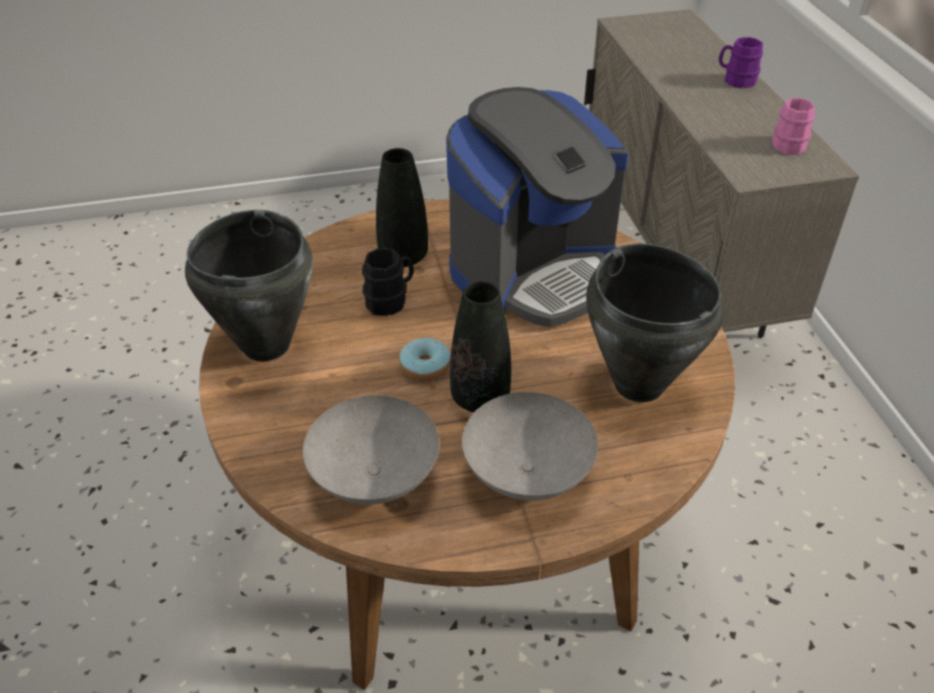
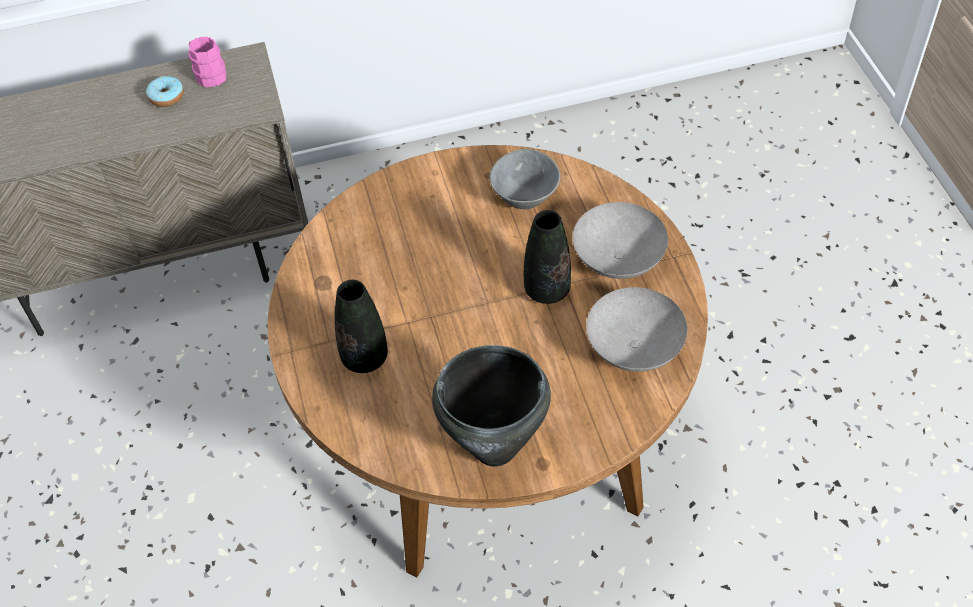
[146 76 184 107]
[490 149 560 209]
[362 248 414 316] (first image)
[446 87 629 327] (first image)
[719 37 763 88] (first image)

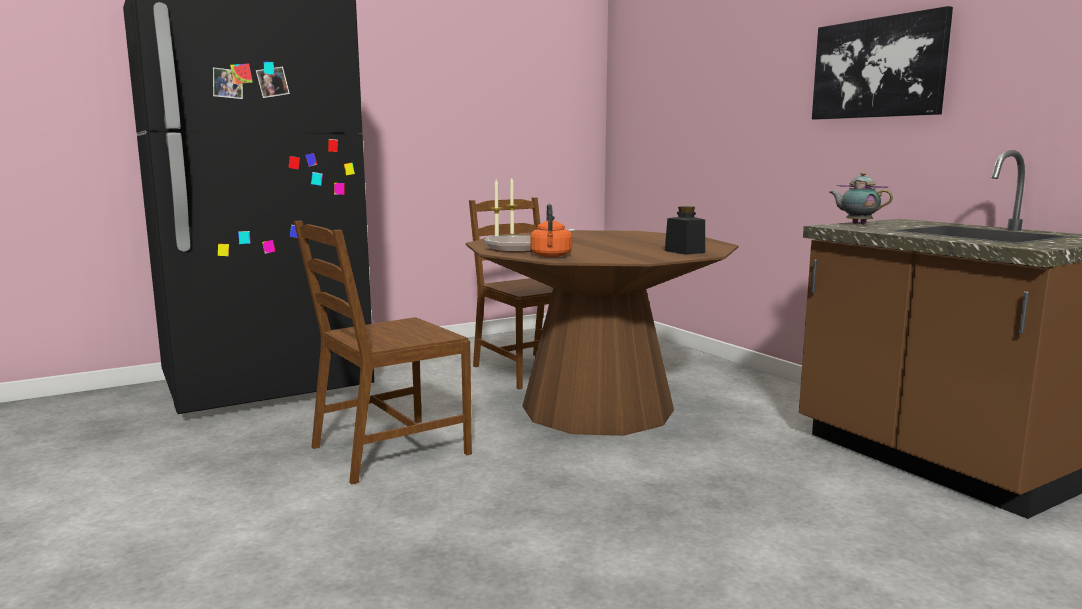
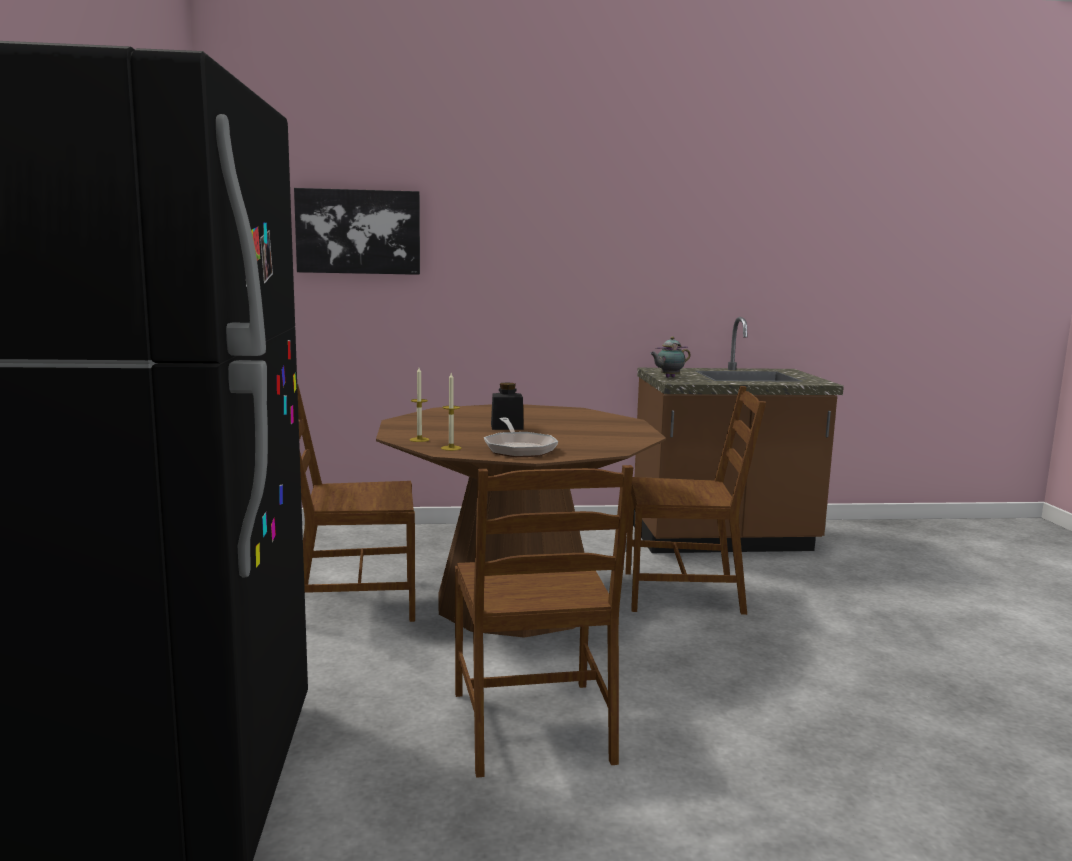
[294 188 420 275]
[491 383 524 430]
[625 386 766 615]
[530 204 572 257] (first image)

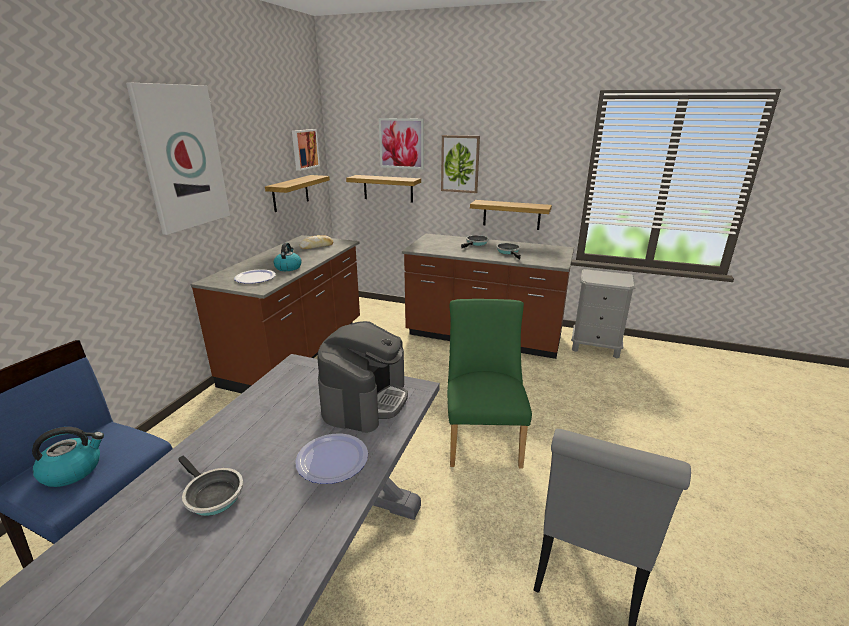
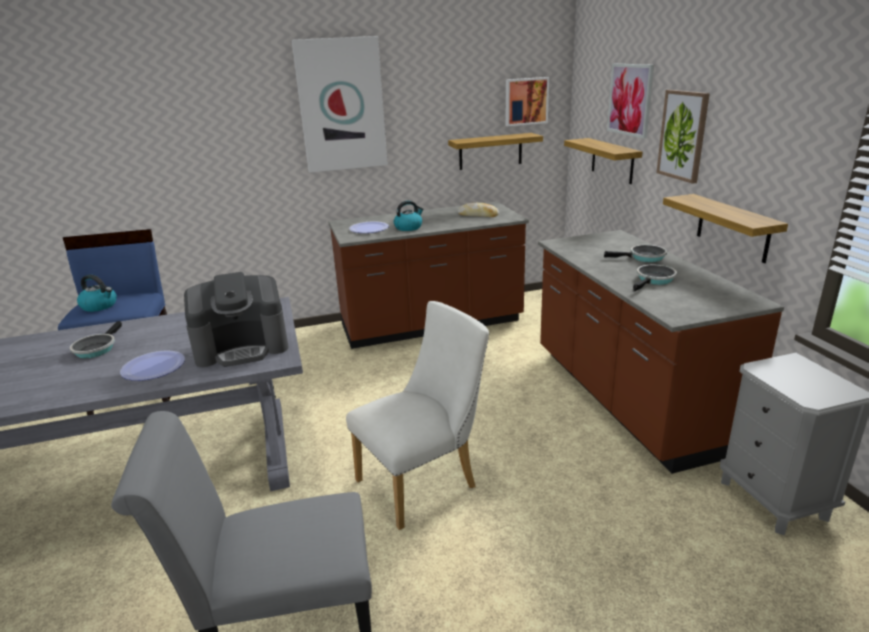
[346 301 489 530]

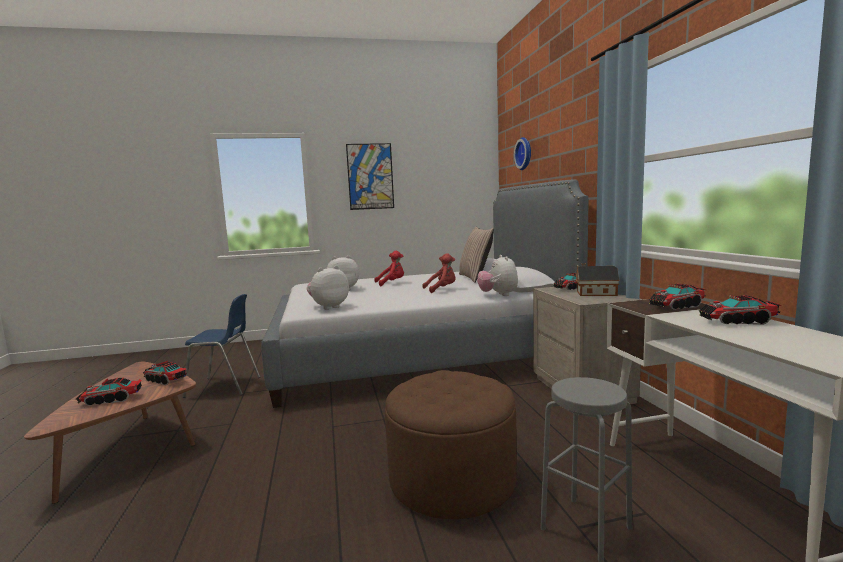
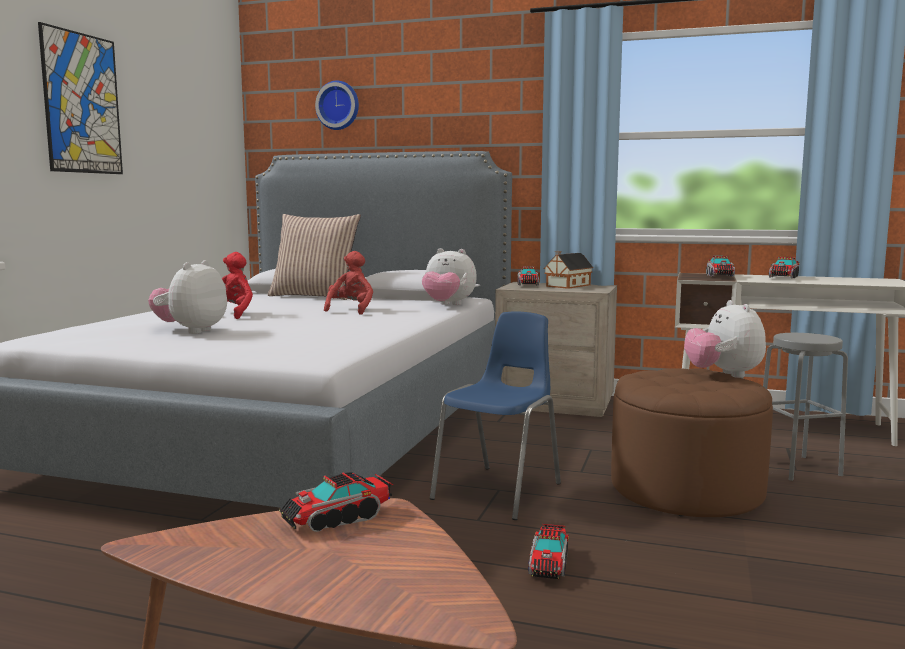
[430 311 561 520]
[528 524 569 579]
[684 300 766 378]

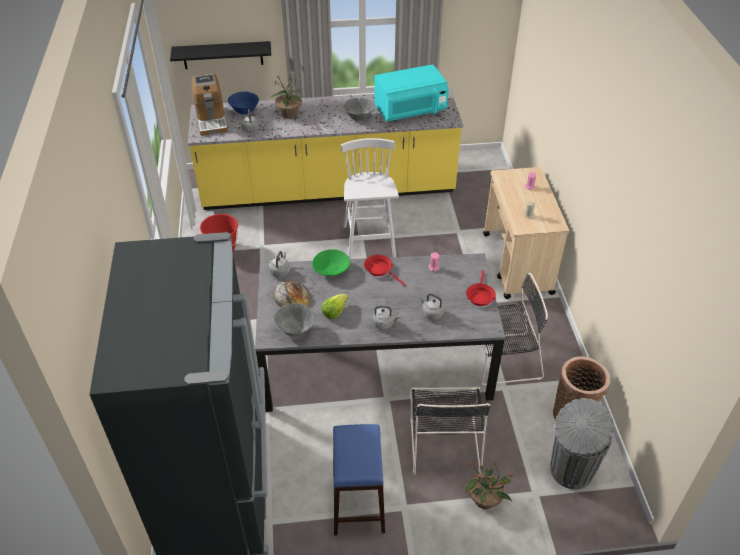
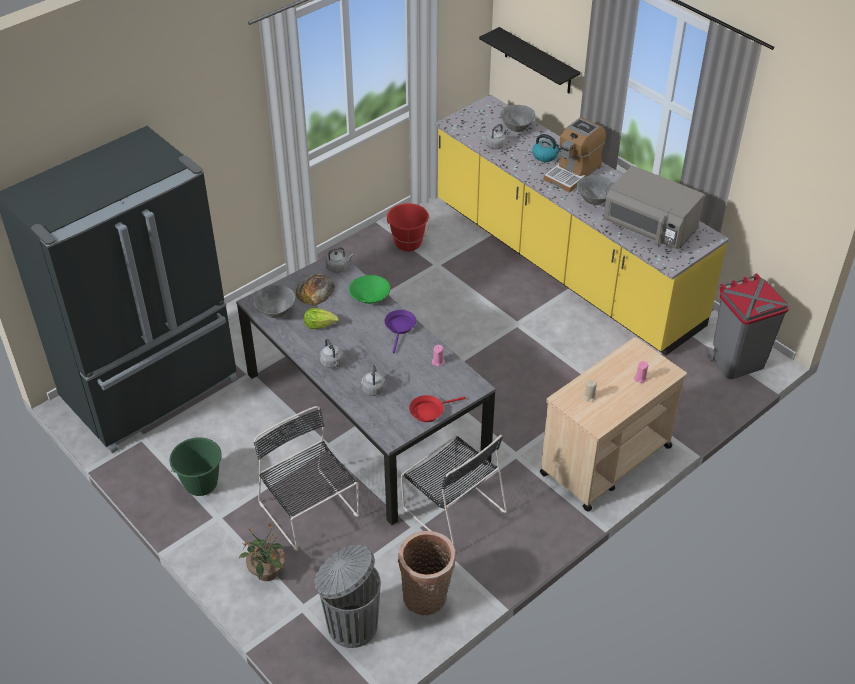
[169 437 222 496]
[254 406 359 551]
[384 310 416 353]
[500 105 536 132]
[532 134 561 162]
[543 117 606 193]
[604 165 705 250]
[705 273 789 379]
[341 138 399 259] (first image)

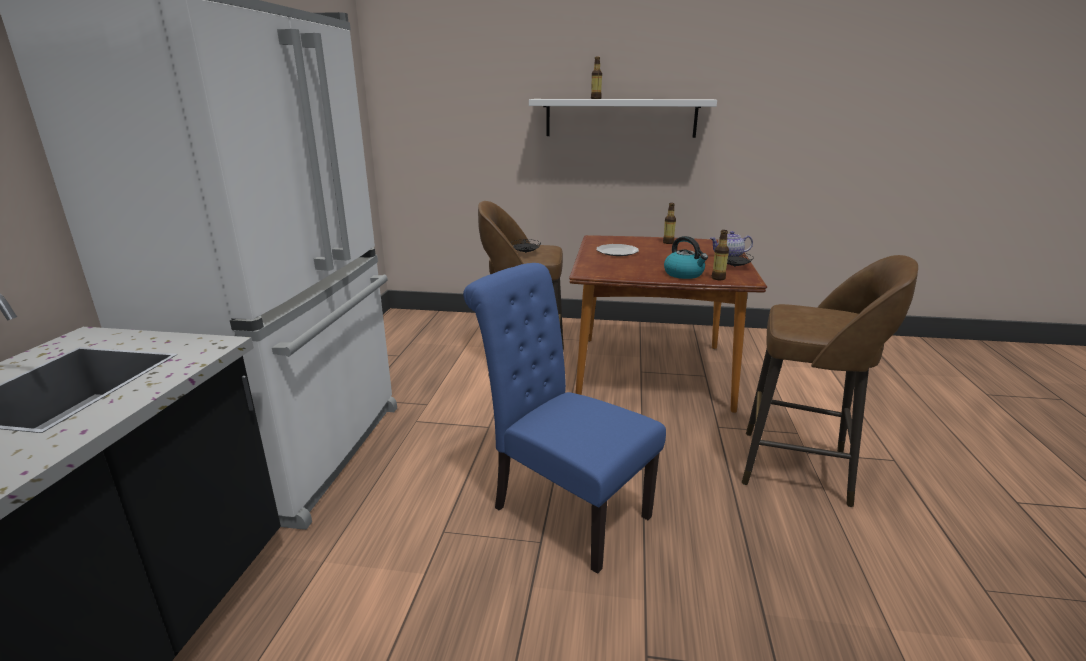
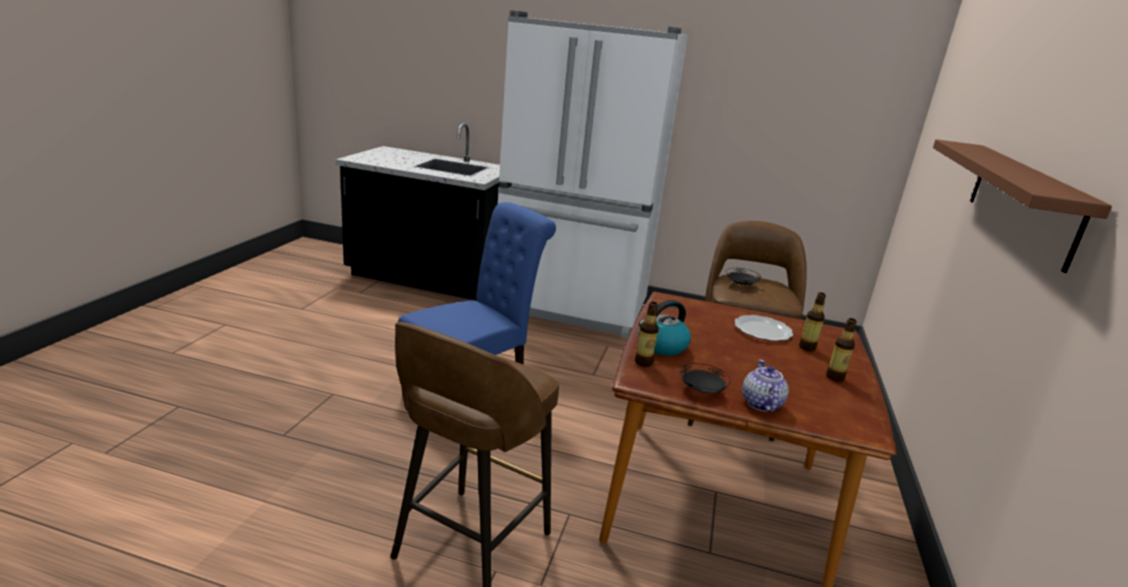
[799 292 826 351]
[933 139 1112 273]

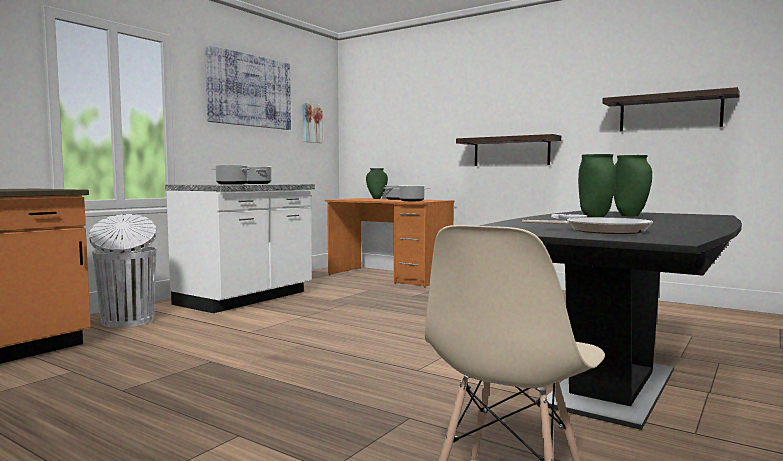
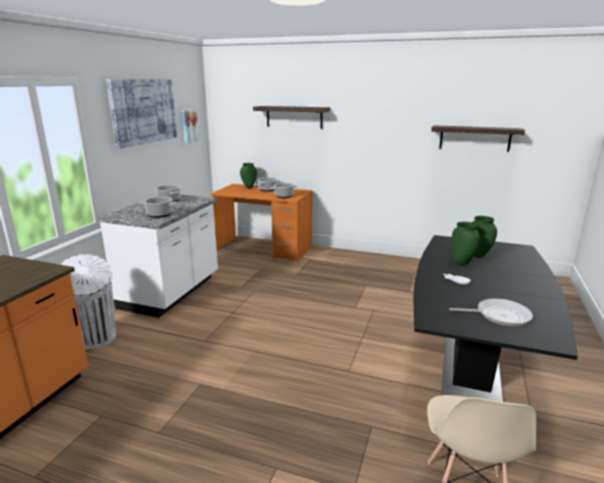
[253 106 330 129]

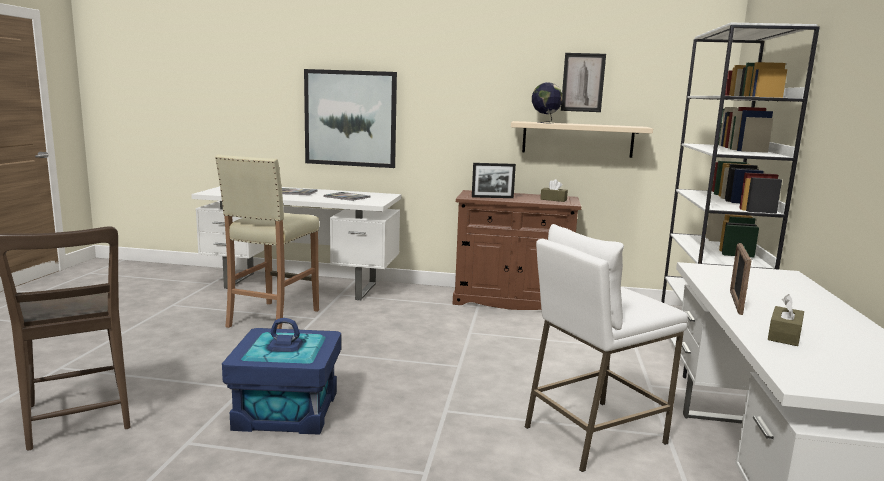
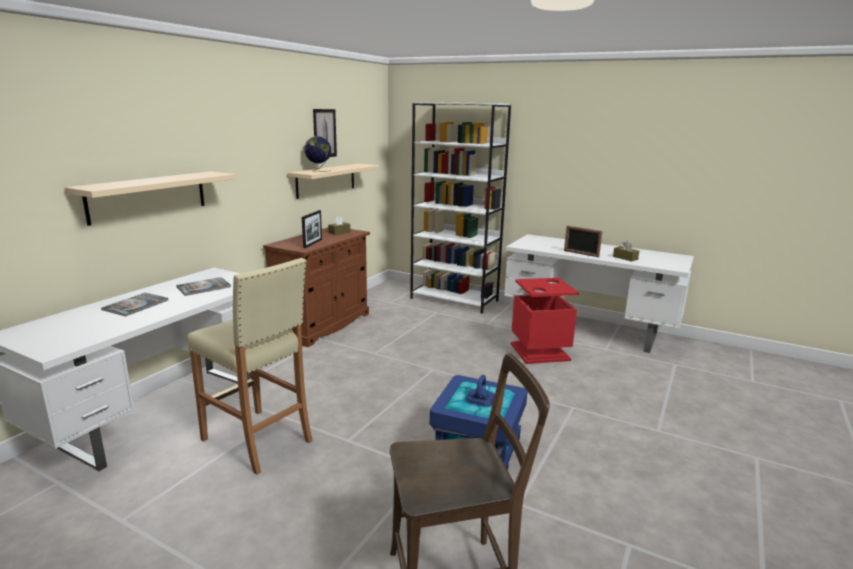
[65 171 236 226]
[511 278 579 364]

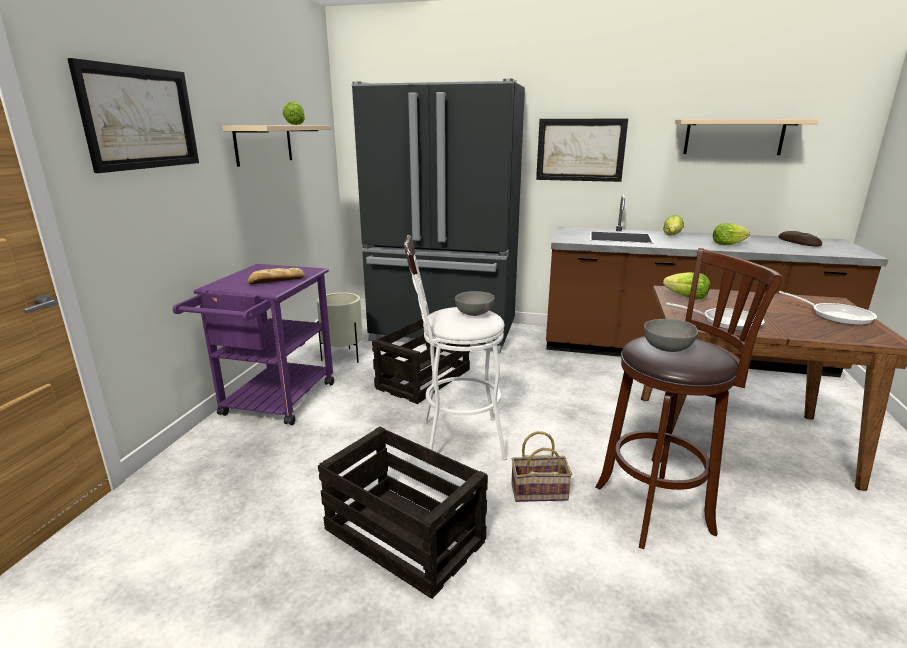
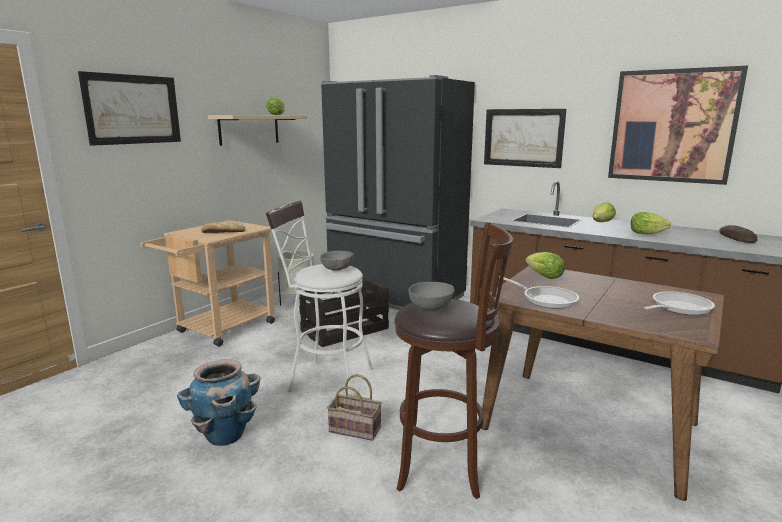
[140 220 275 347]
[177 359 260 446]
[608 66 748 185]
[644 291 715 315]

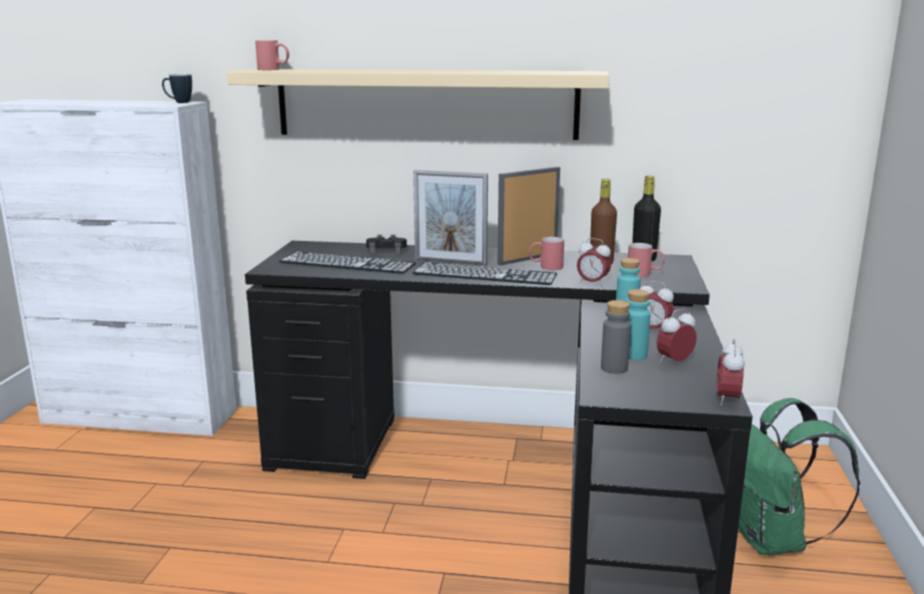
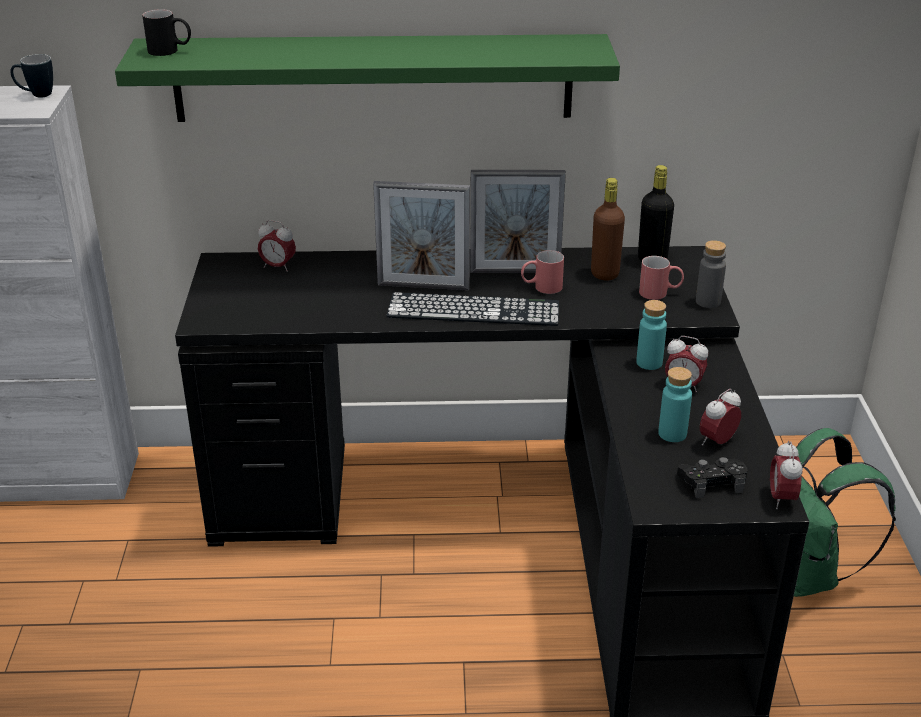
[115 34 620 122]
[142 9 191 56]
[258 220 296 272]
[470 170 566 273]
[677 457 747 498]
[696 240 726 308]
[279 252 416 274] (first image)

